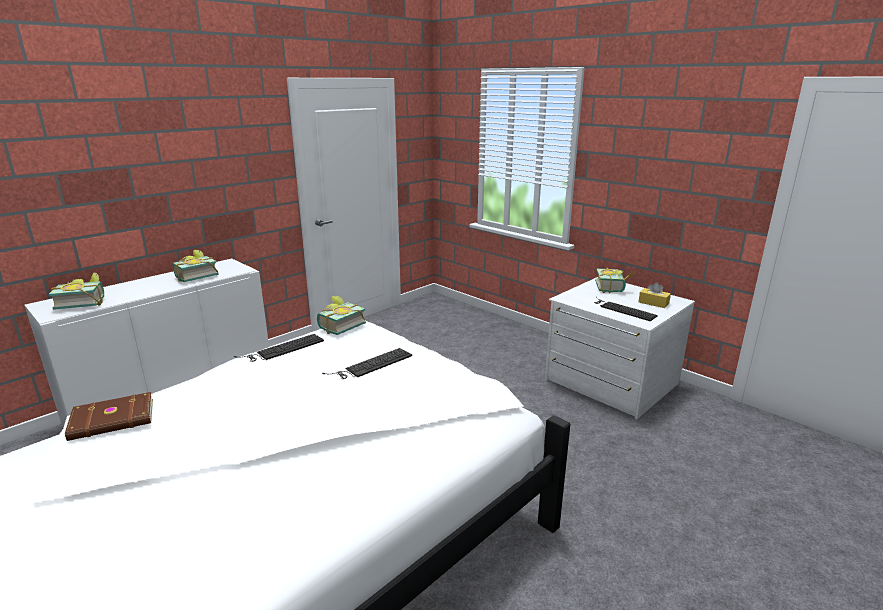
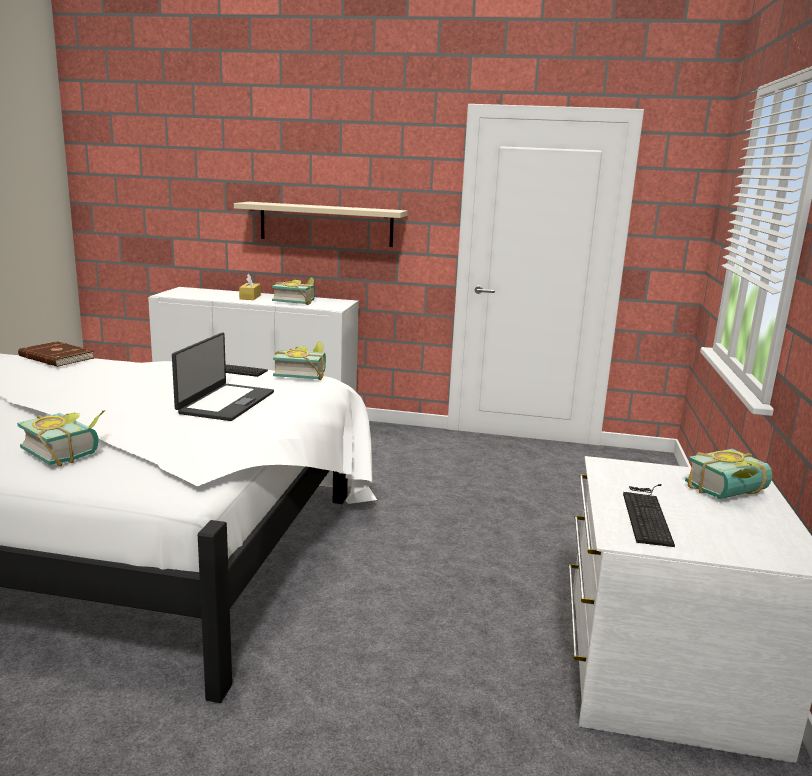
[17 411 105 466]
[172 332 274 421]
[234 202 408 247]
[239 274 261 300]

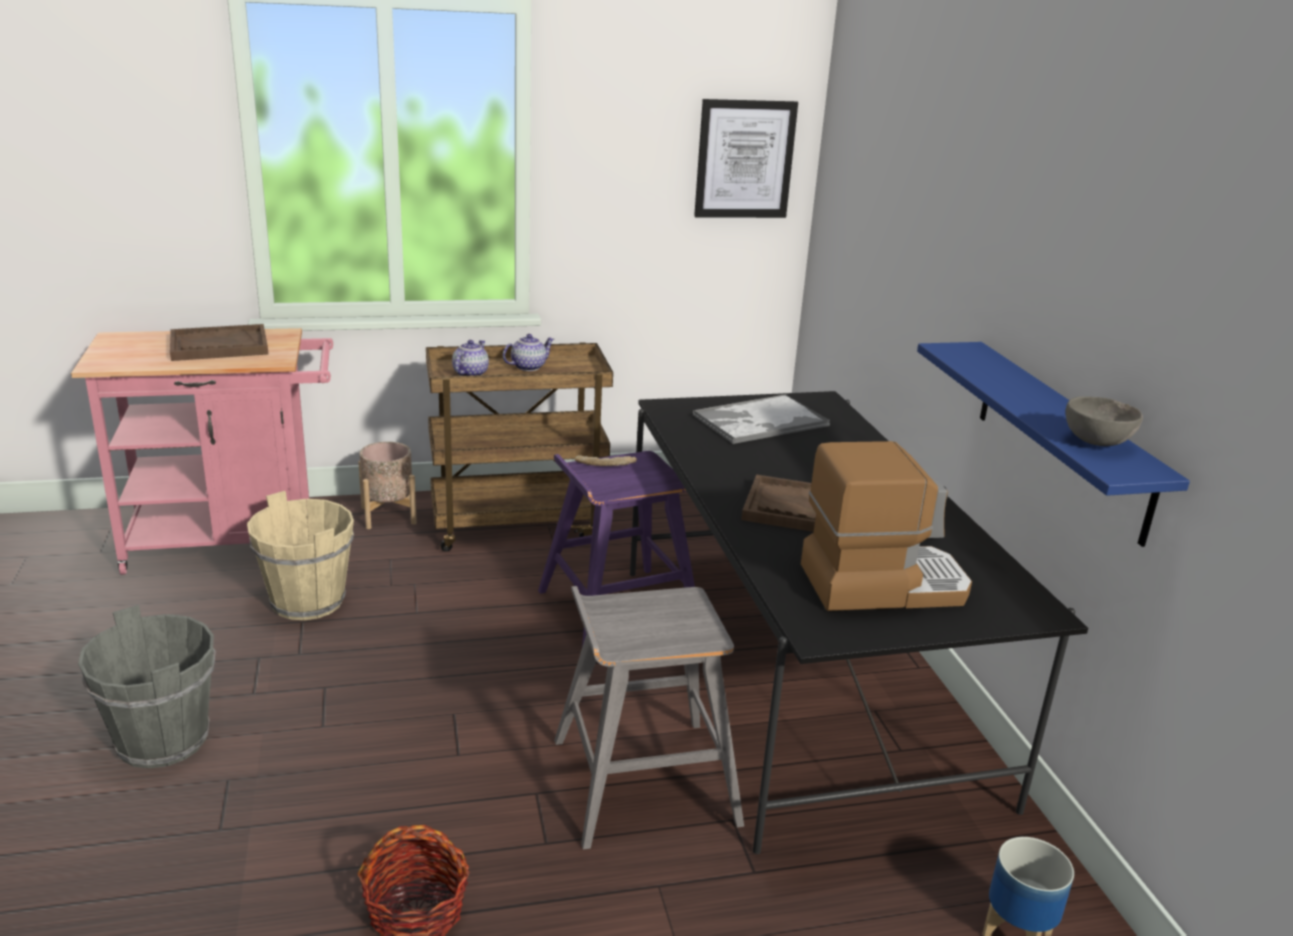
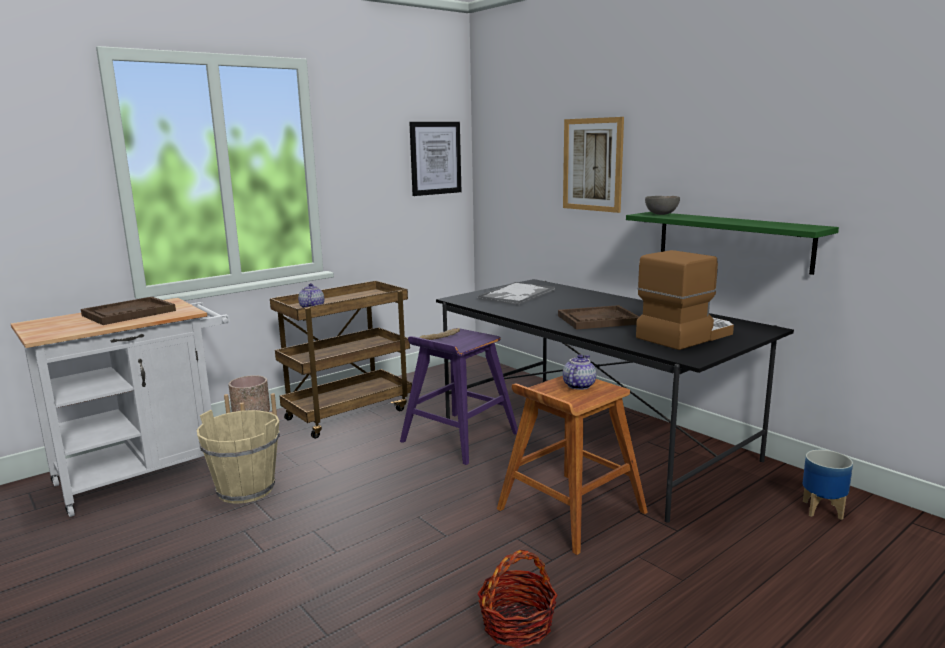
[11 298 230 517]
[497 376 648 555]
[563 117 624 213]
[563 355 596 390]
[626 212 839 275]
[645 196 680 215]
[78 605 216 769] (first image)

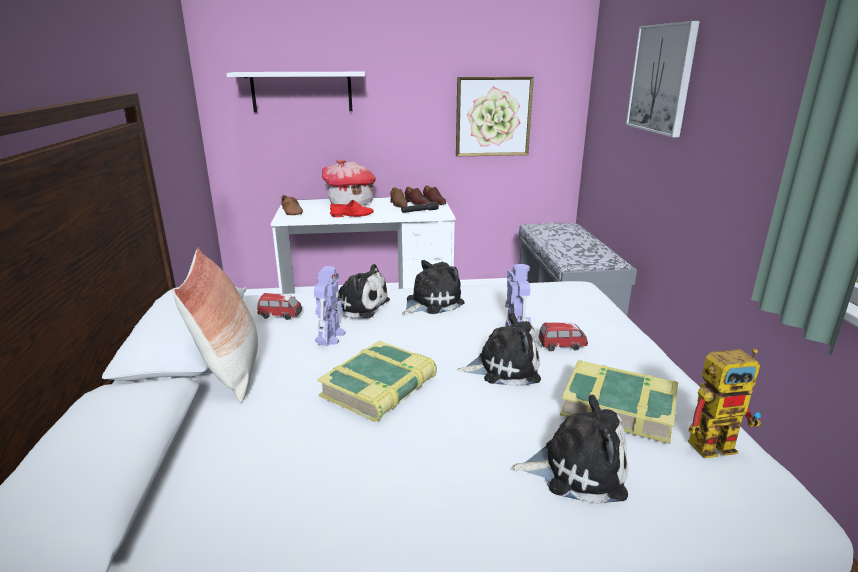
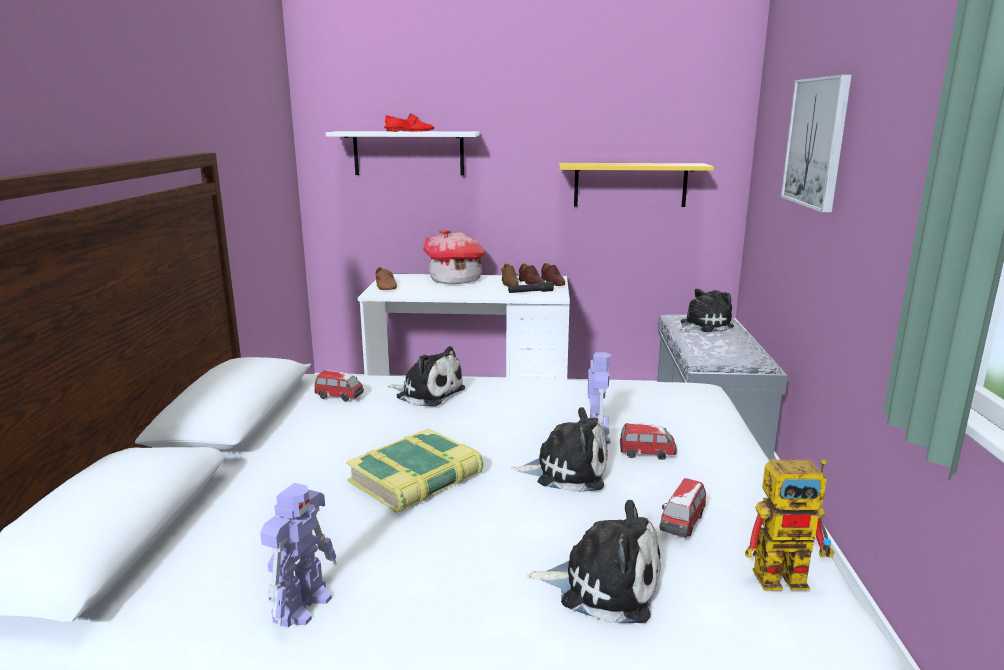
[260 483 337 627]
[384 113 434 132]
[559 163 714 207]
[660 478 706 538]
[679 289 734 332]
[173 248 258 403] (first image)

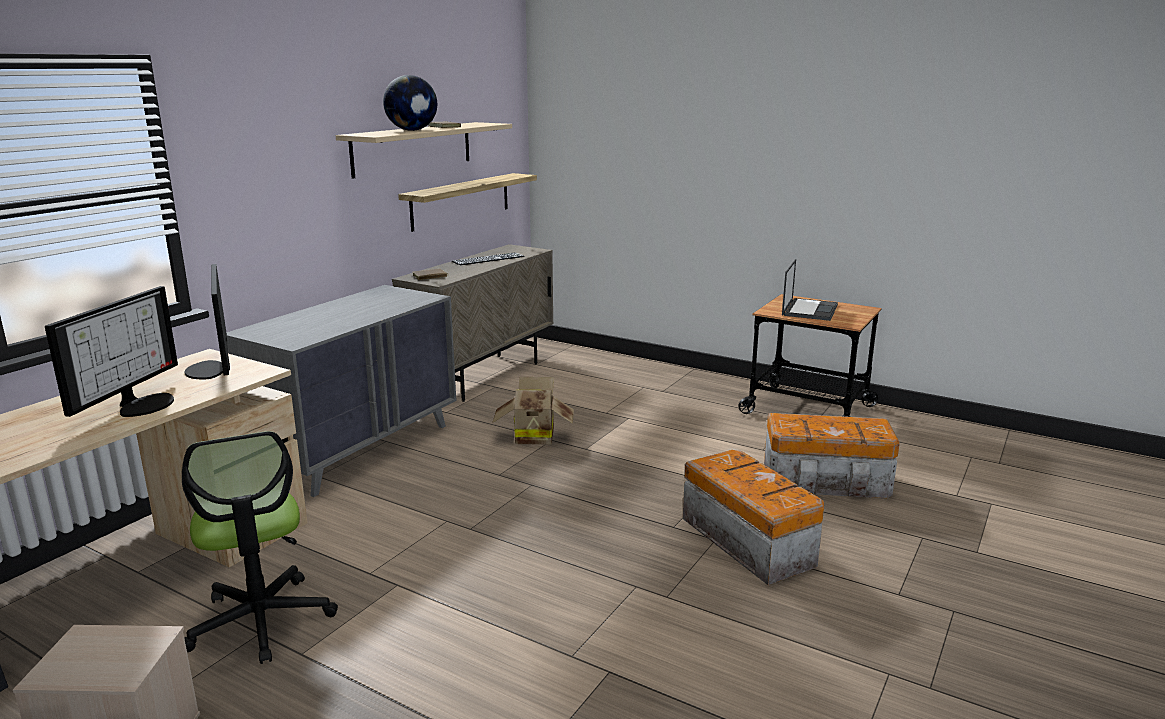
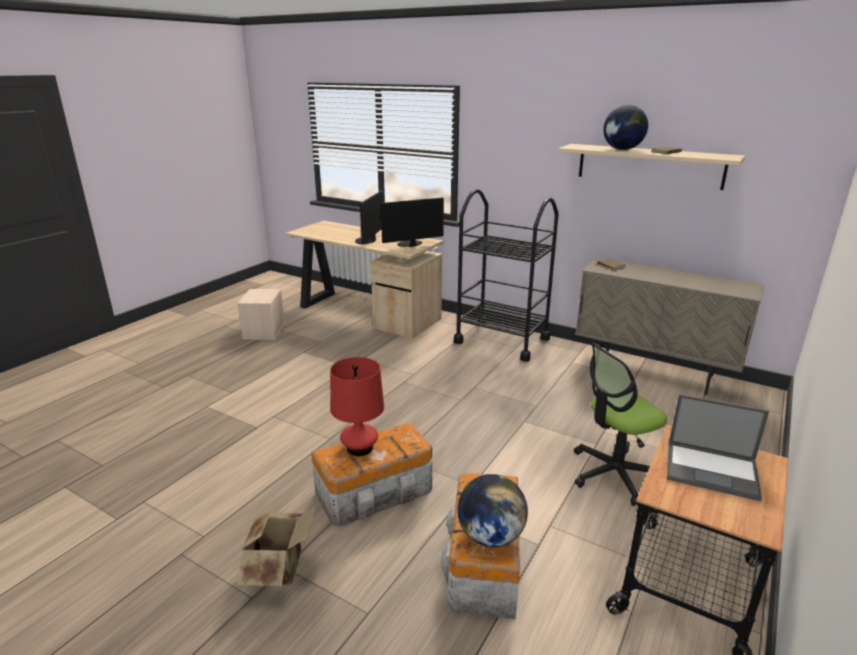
[237 506 316 586]
[330 357 384 456]
[355 190 384 244]
[454 189 559 362]
[458 474 528 547]
[574 343 667 506]
[398 173 537 232] (first image)
[452 253 524 265] (first image)

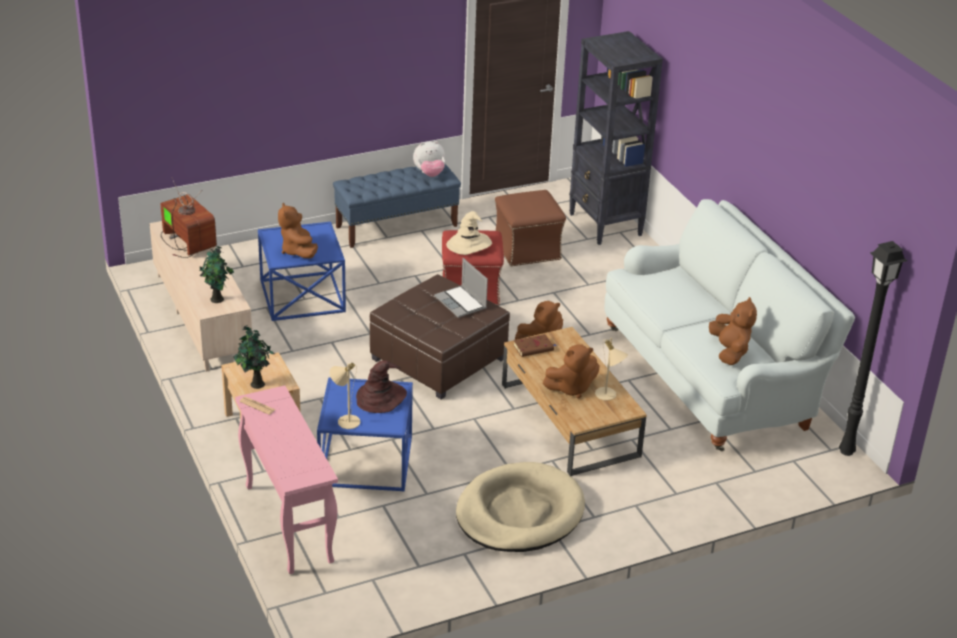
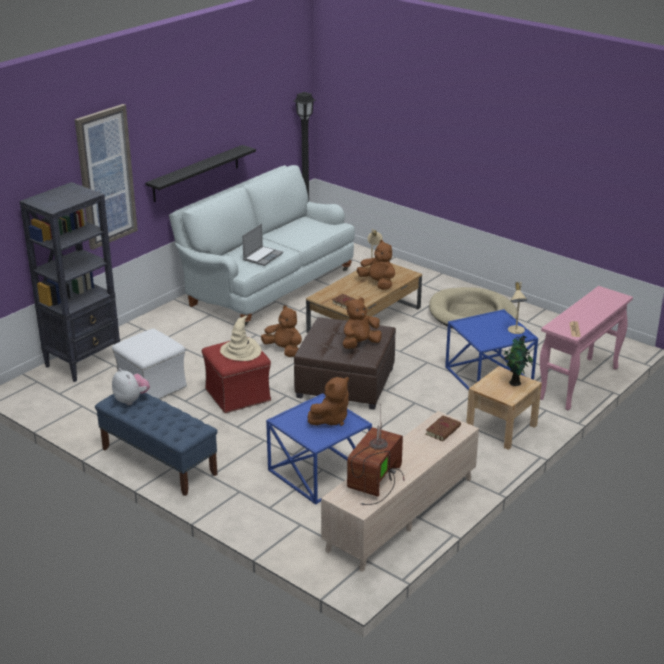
[75 104 138 250]
[112 329 187 399]
[145 145 256 202]
[242 224 283 266]
[343 297 382 349]
[426 415 461 441]
[356 360 407 413] (first image)

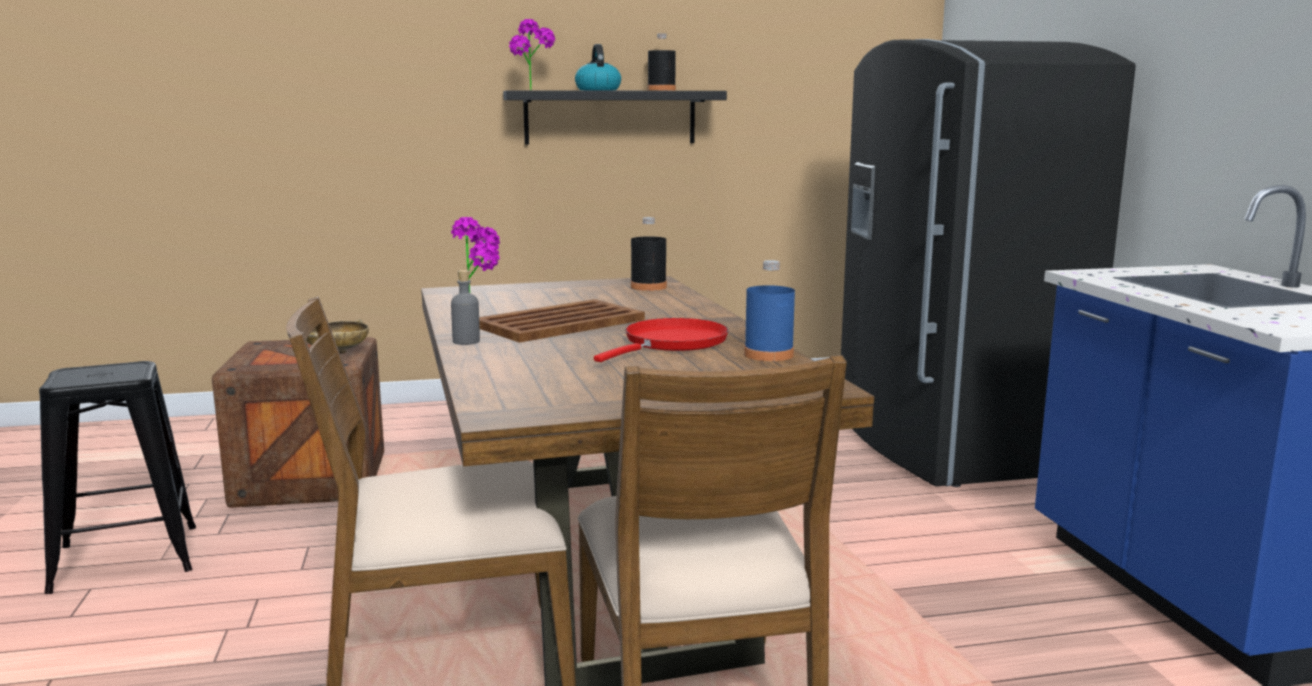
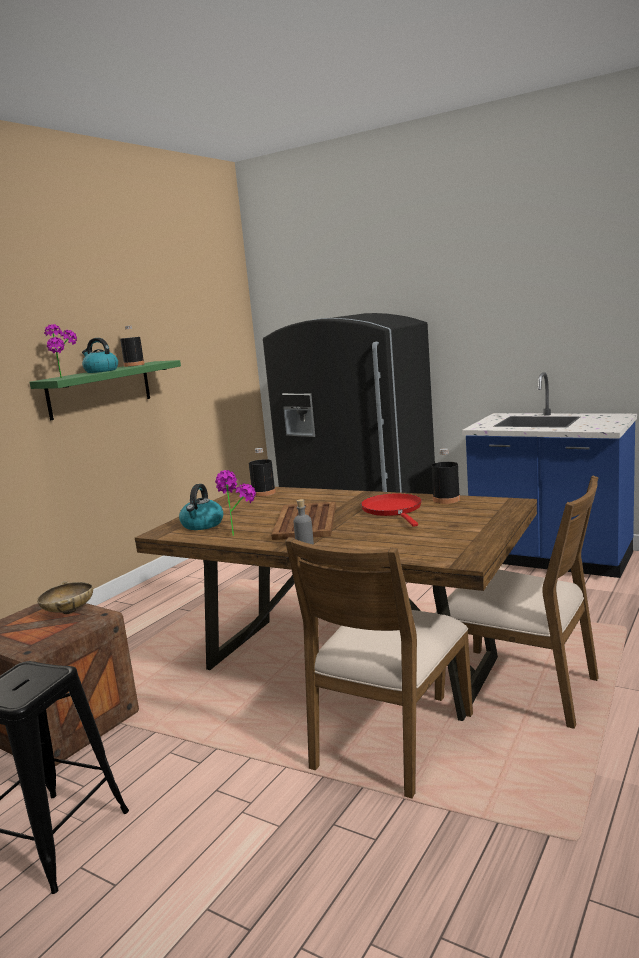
[30 360 181 420]
[179 484 223 530]
[432 448 460 504]

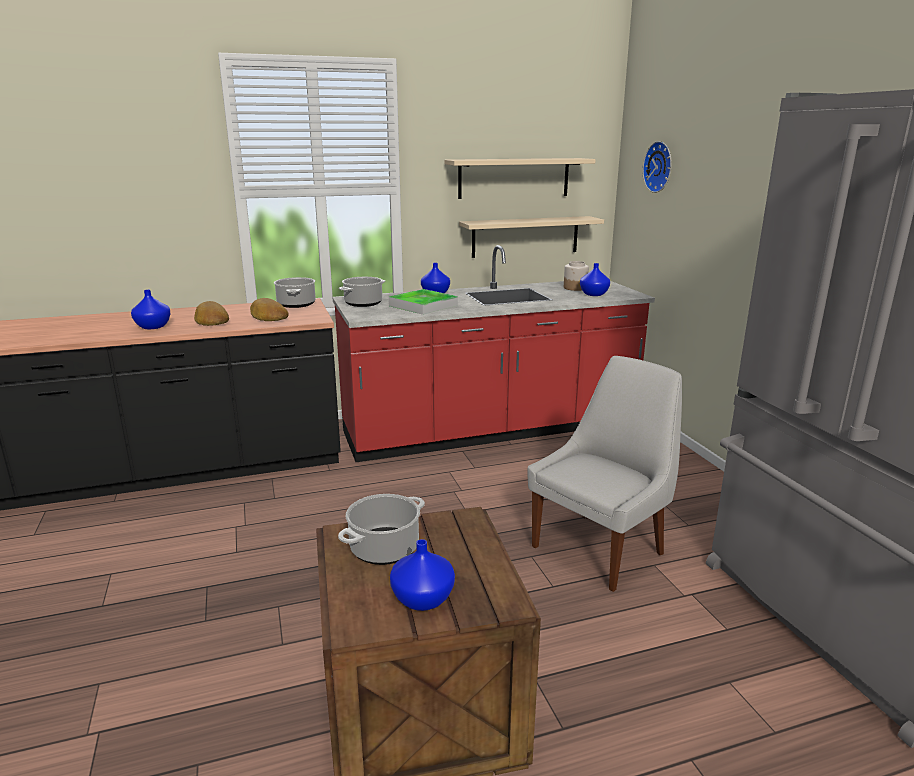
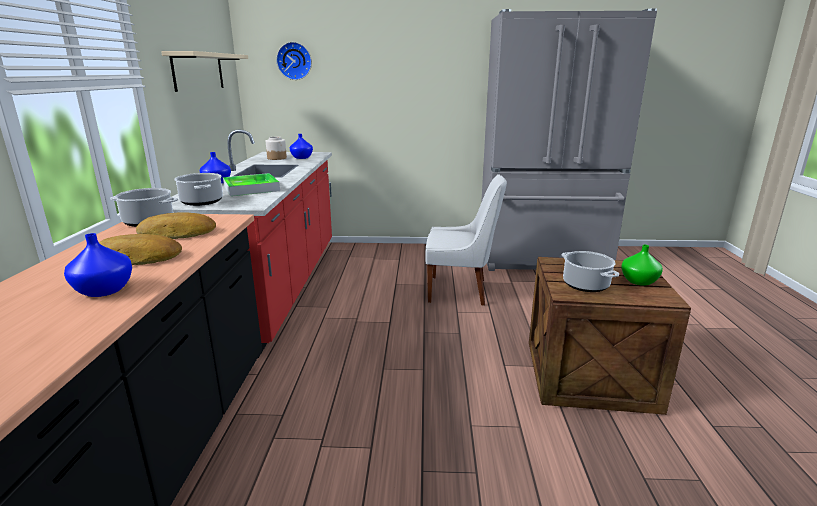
[425 174 507 306]
[621 245 663 286]
[459 216 604 258] (first image)

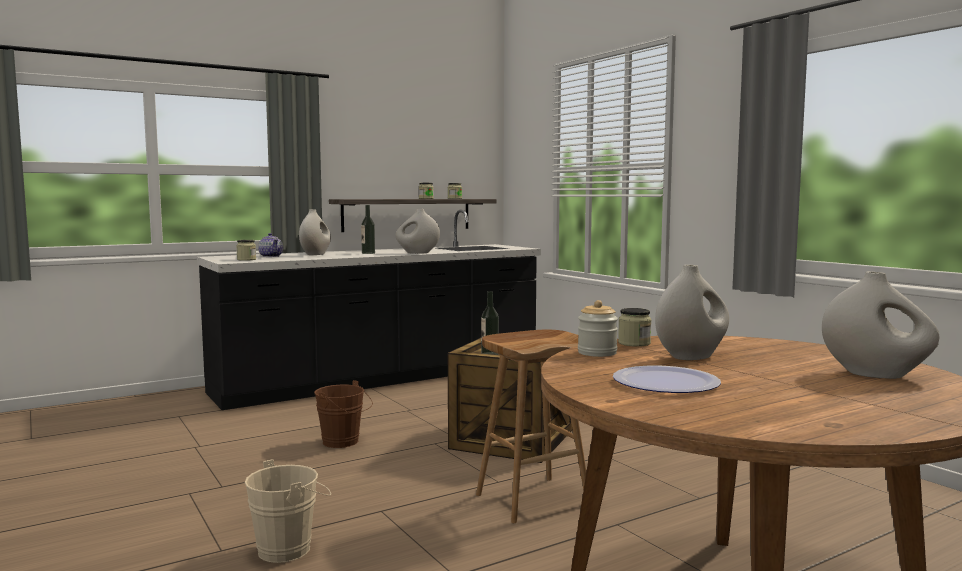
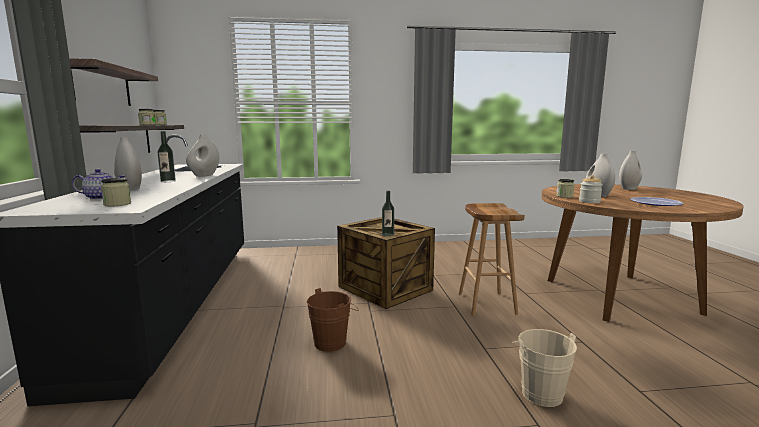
[69 58 158 106]

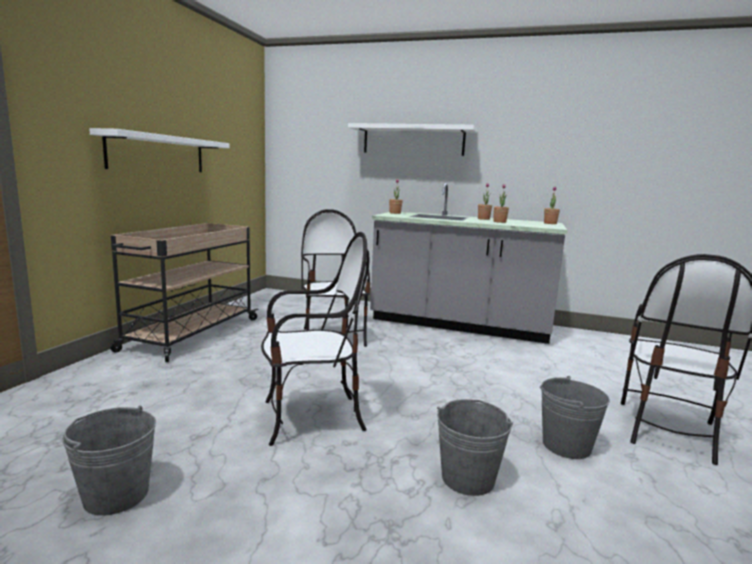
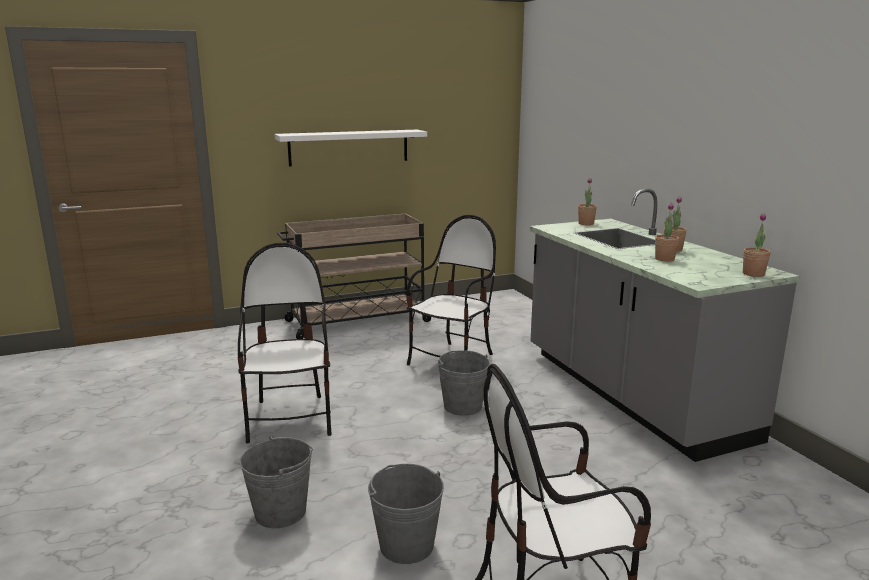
[238 243 332 443]
[437 350 490 416]
[348 123 477 156] (first image)

